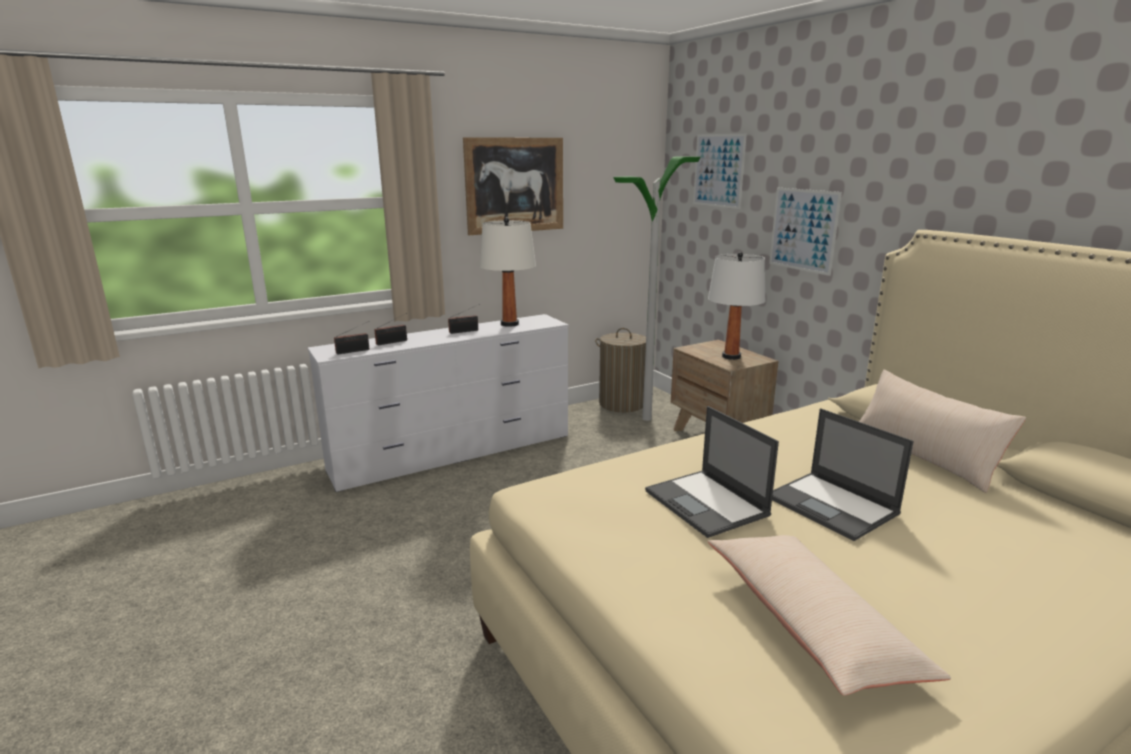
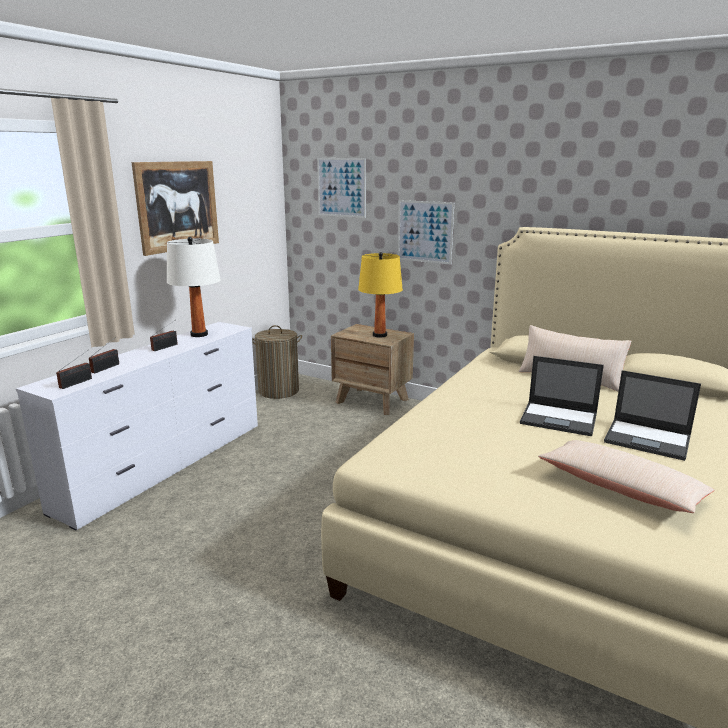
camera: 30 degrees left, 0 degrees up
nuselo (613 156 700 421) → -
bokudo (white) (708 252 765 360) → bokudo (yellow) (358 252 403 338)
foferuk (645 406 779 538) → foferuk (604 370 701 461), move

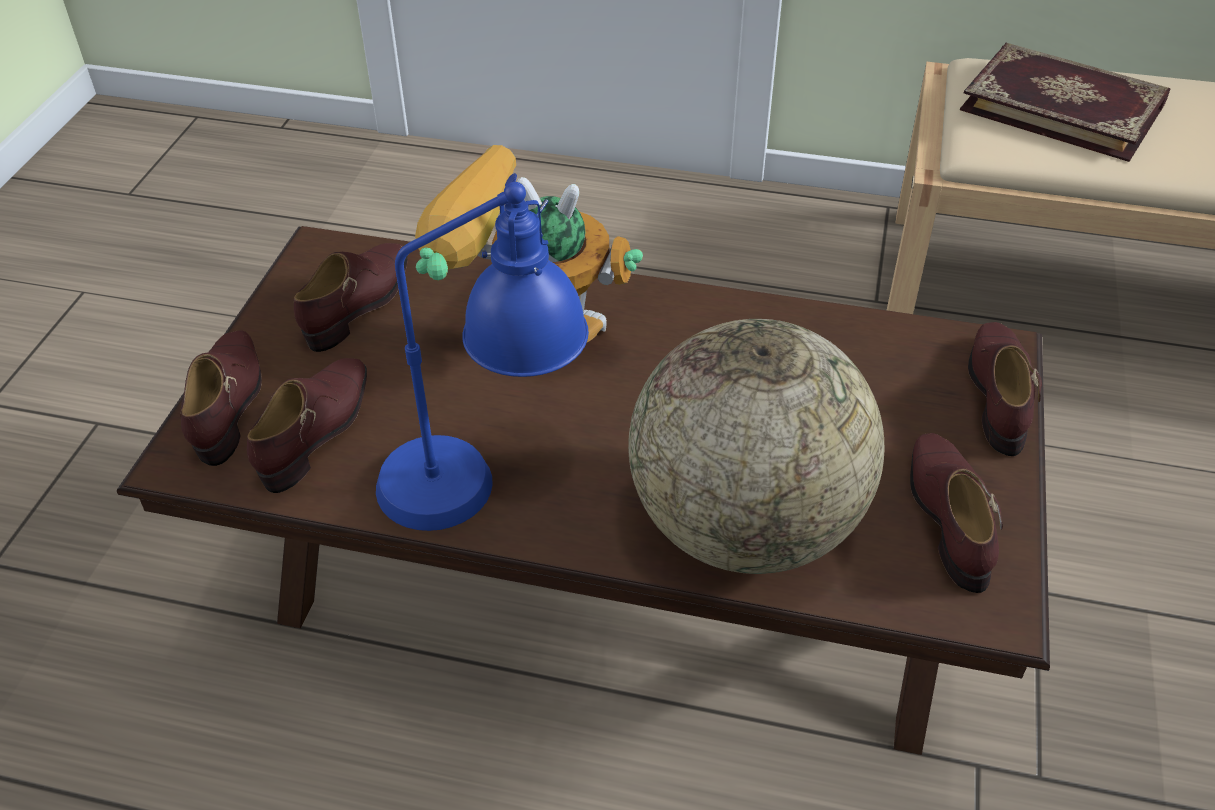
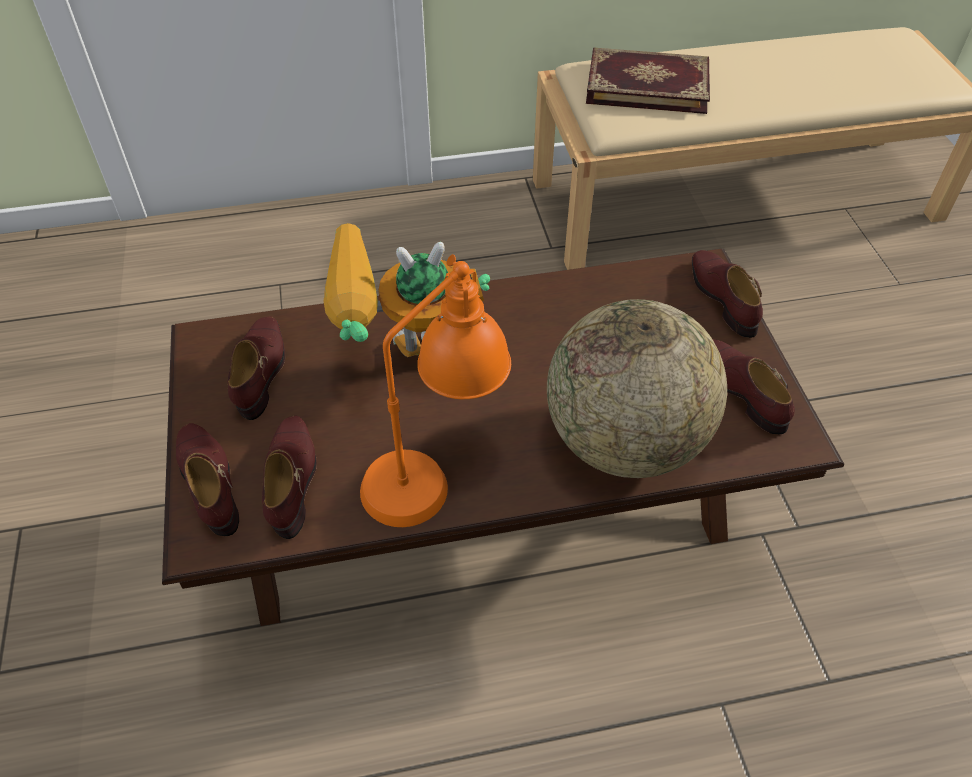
camera: 25 degrees left, 5 degrees up
bokudo (blue) (376 173 589 531) → bokudo (orange) (360 254 511 527)

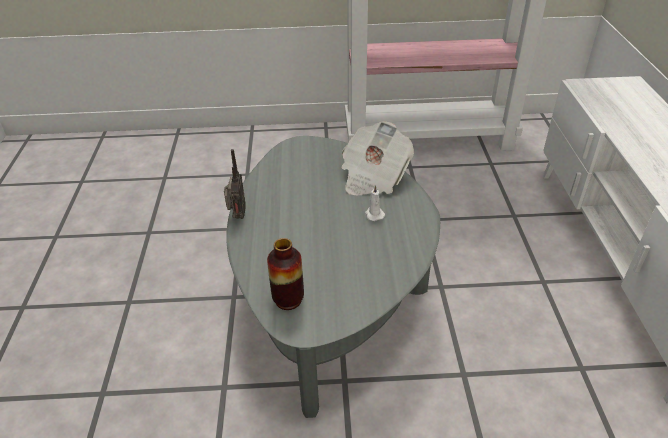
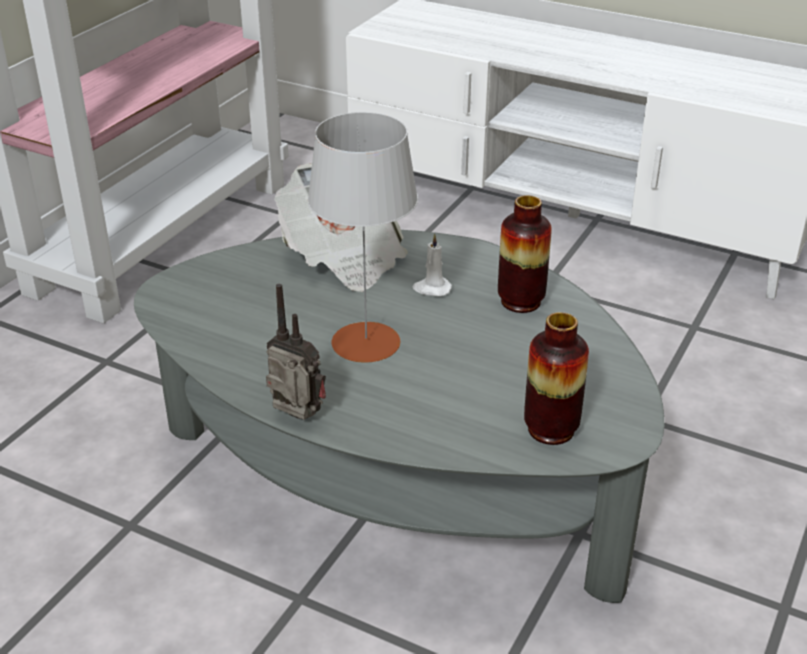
camera: 60 degrees left, 5 degrees down
- → bokudo (grey) (308 112 418 363)
- → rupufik (498 195 552 313)

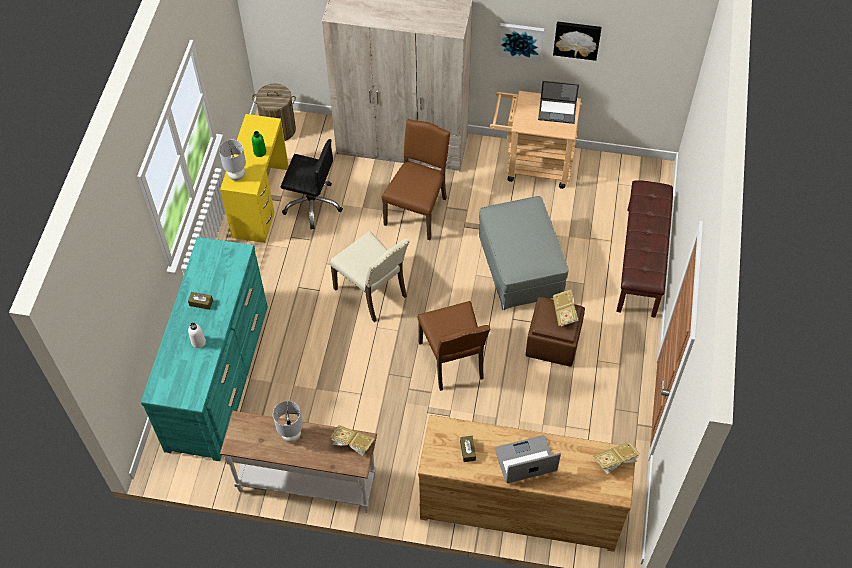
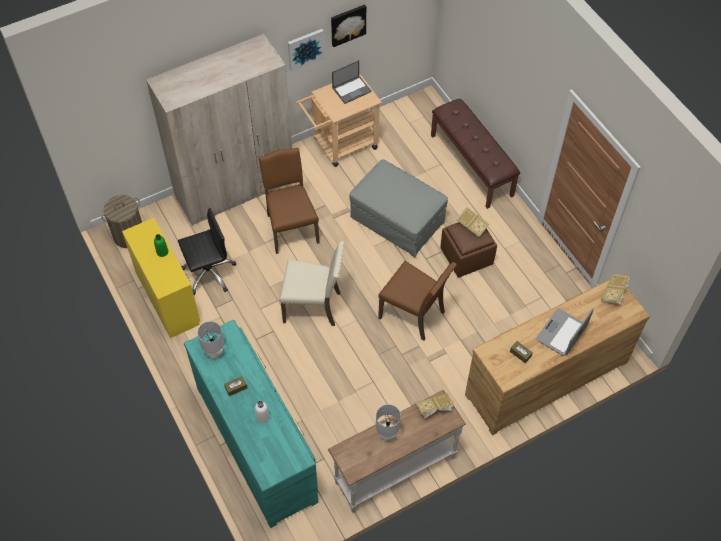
camera: 40 degrees left, 0 degrees up
bokudo (grey) (219 140 246 181) → bokudo (grey) (197 321 224 359), move

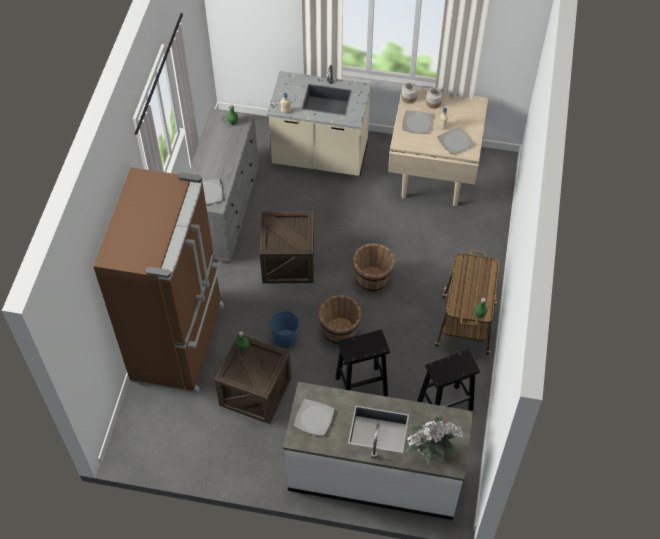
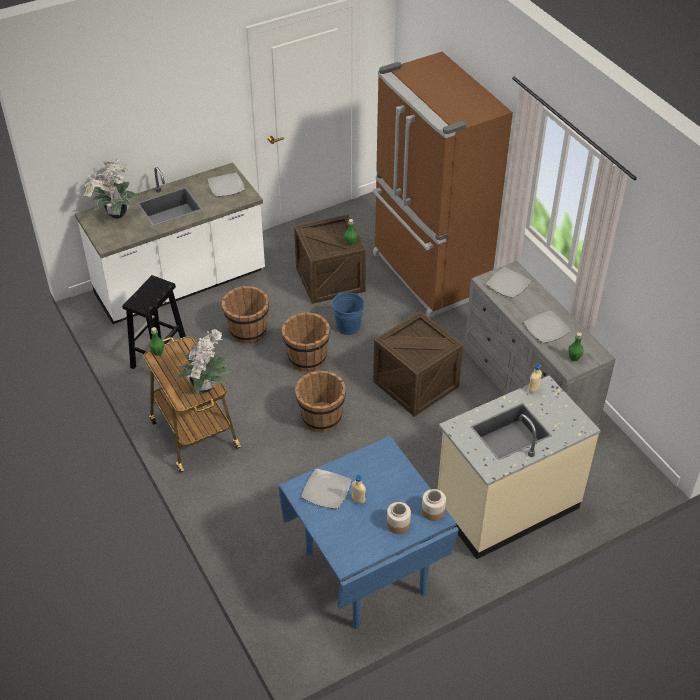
camera: 140 degrees right, 10 degrees down
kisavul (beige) (389 88 488 206) → kisavul (blue) (278 437 459 629)
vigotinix (402 110 432 134) → vigotinix (523 311 571 343), move
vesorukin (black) (335 330 390 396) → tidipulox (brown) (222 286 269 344)
- → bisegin (173 329 231 395)

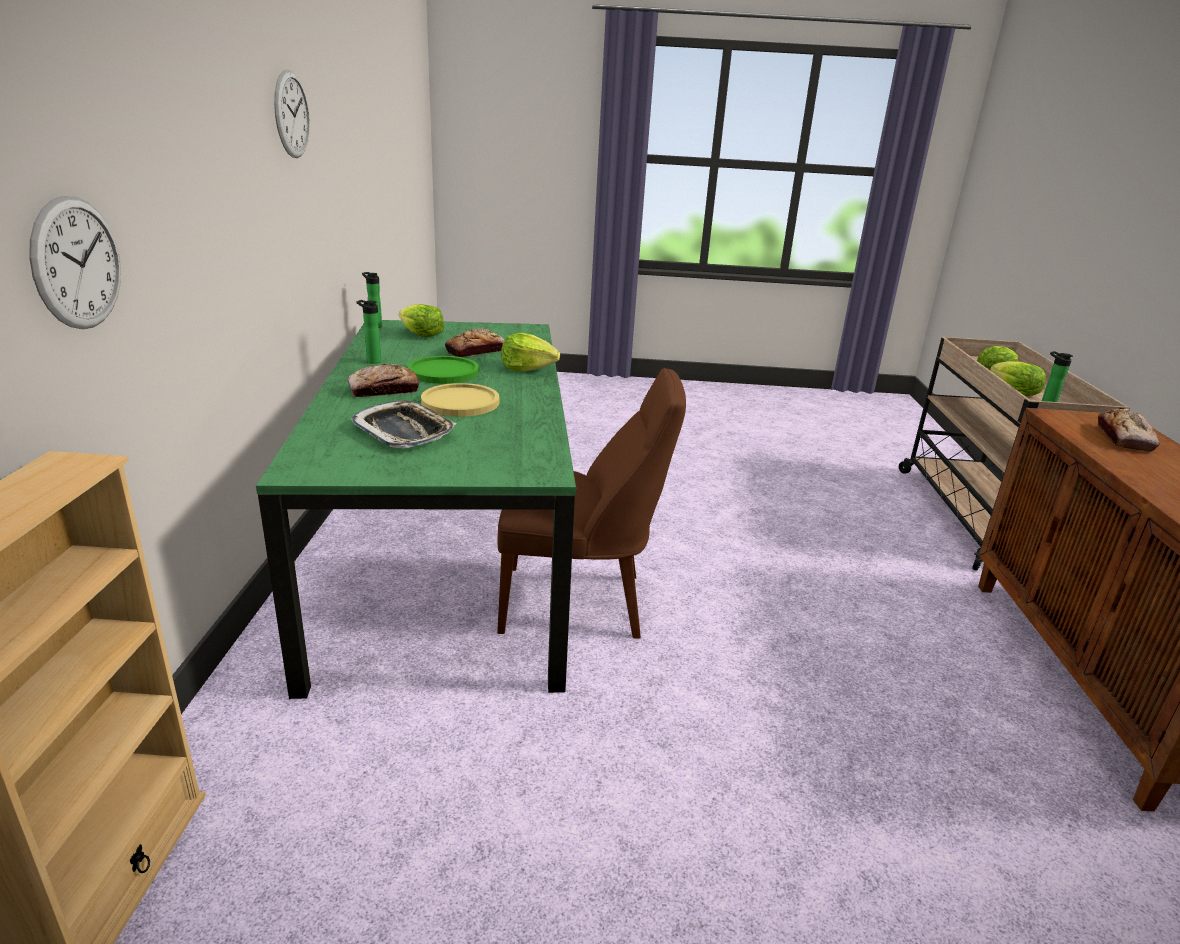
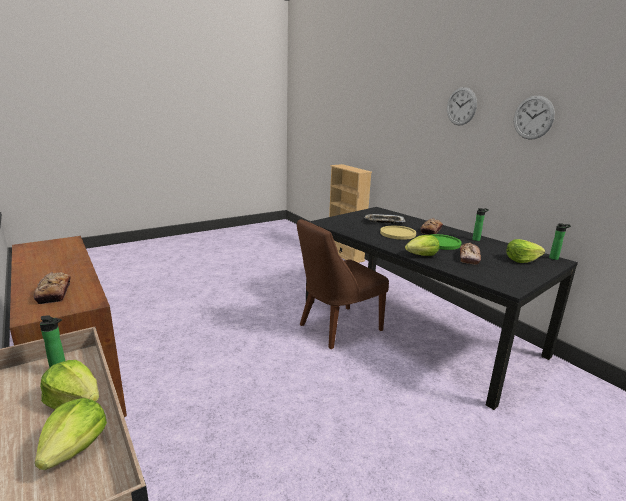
camera: 145 degrees right, 5 degrees down
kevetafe (29 196 121 329) → kevetafe (447 87 477 125), move
kisavul (green) (256 320 576 699) → kisavul (black) (306 207 578 410)

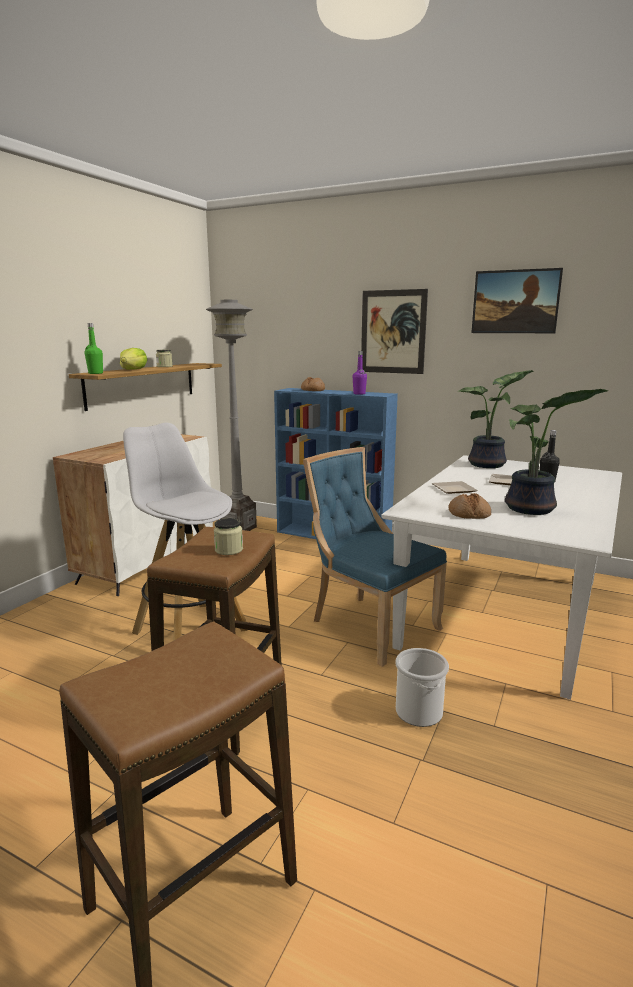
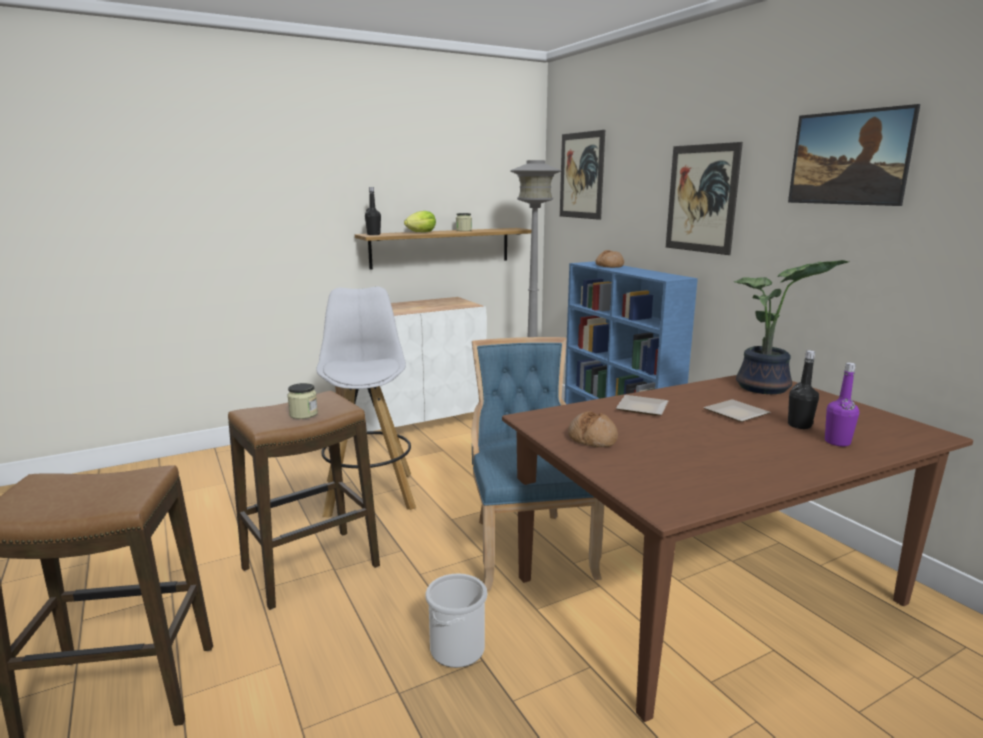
camera: 35 degrees right, 0 degrees up
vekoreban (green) (85 323 103 374) → vekoreban (black) (365 187 381 235)
vekoreban (purple) (353 351 367 395) → vekoreban (purple) (825 363 859 446), move
bisegin (505 389 609 515) → -
kisavul (white) (381 455 622 700) → kisavul (brown) (502 375 973 722)
- → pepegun (560 130 605 220)

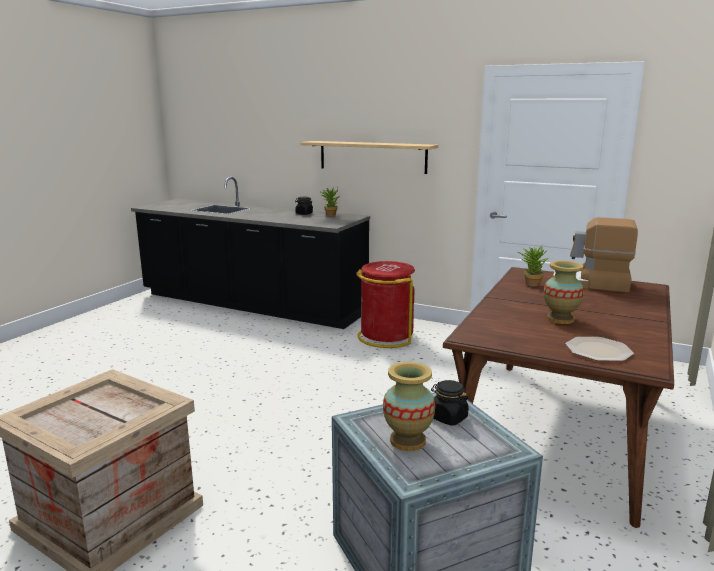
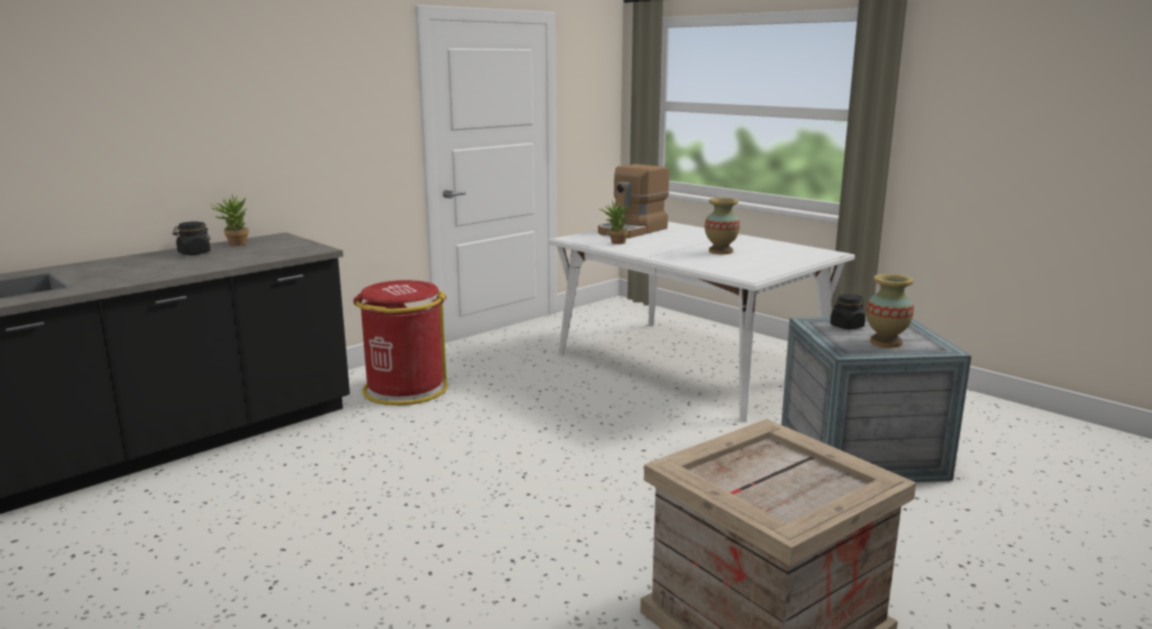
camera: 70 degrees left, 0 degrees up
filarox (300 141 439 174) → -
kisavul (brown) (443 267 674 528) → kisavul (white) (548 222 855 421)
vigotinix (566 337 634 361) → -

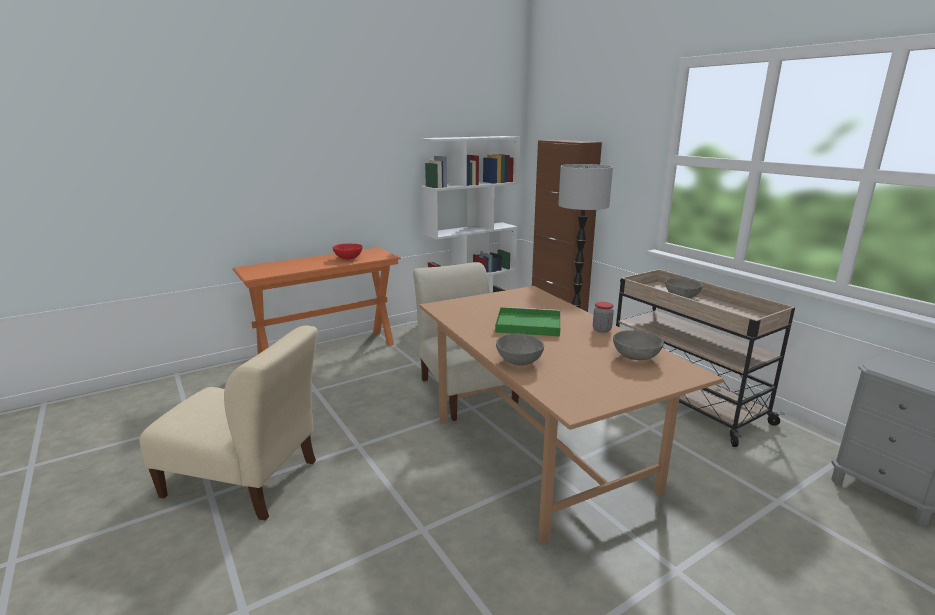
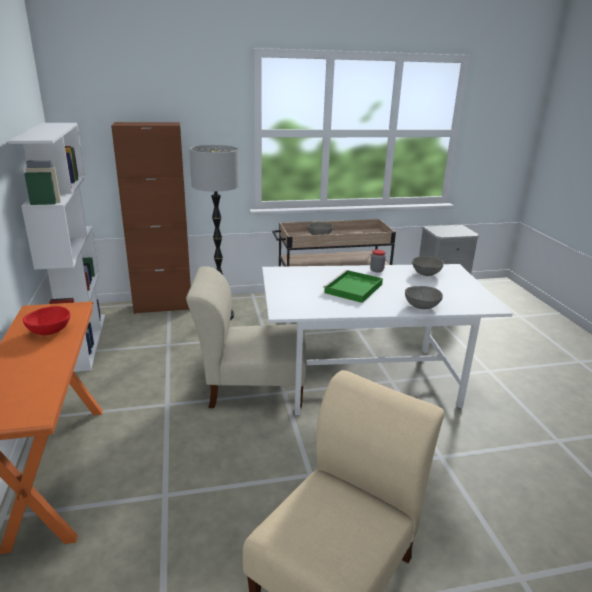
camera: 70 degrees left, 5 degrees up
kisavul (brown) (419 286 723 543) → kisavul (white) (262 264 513 415)

